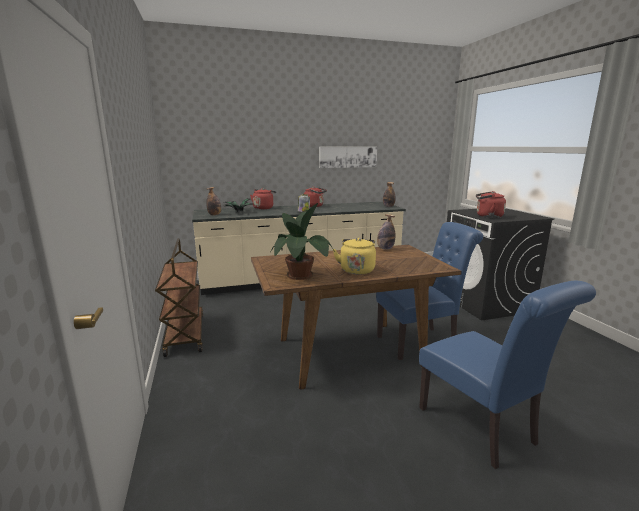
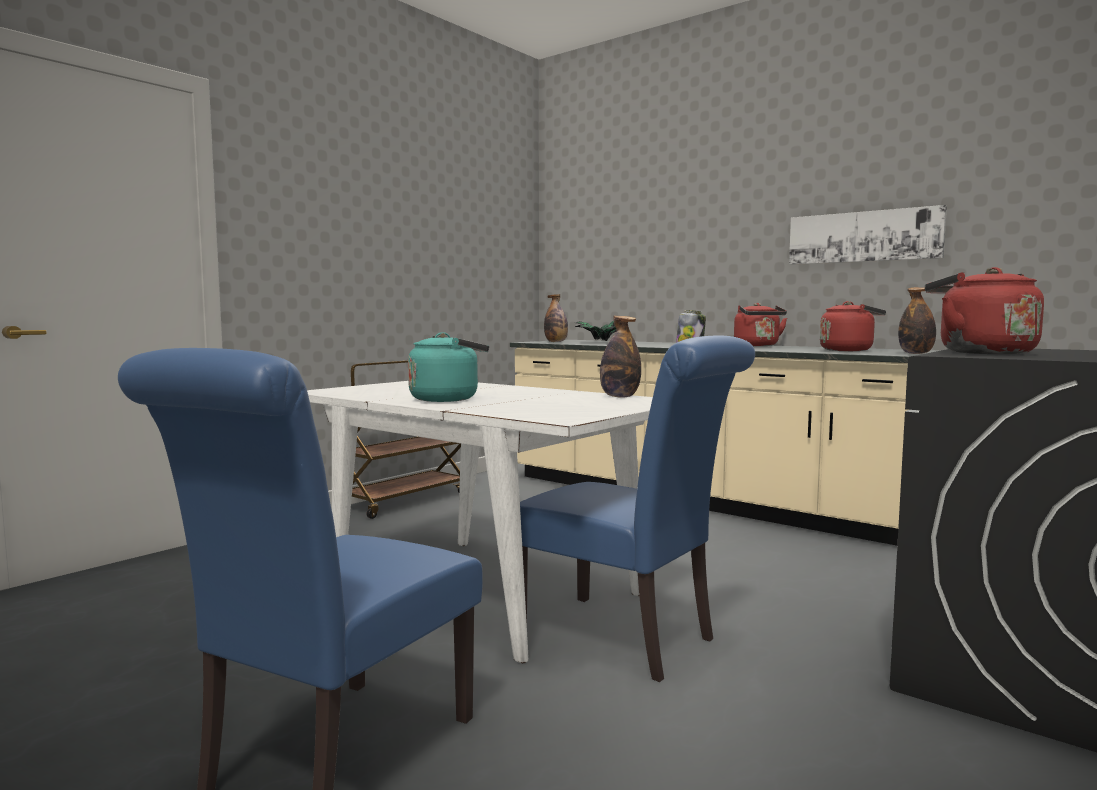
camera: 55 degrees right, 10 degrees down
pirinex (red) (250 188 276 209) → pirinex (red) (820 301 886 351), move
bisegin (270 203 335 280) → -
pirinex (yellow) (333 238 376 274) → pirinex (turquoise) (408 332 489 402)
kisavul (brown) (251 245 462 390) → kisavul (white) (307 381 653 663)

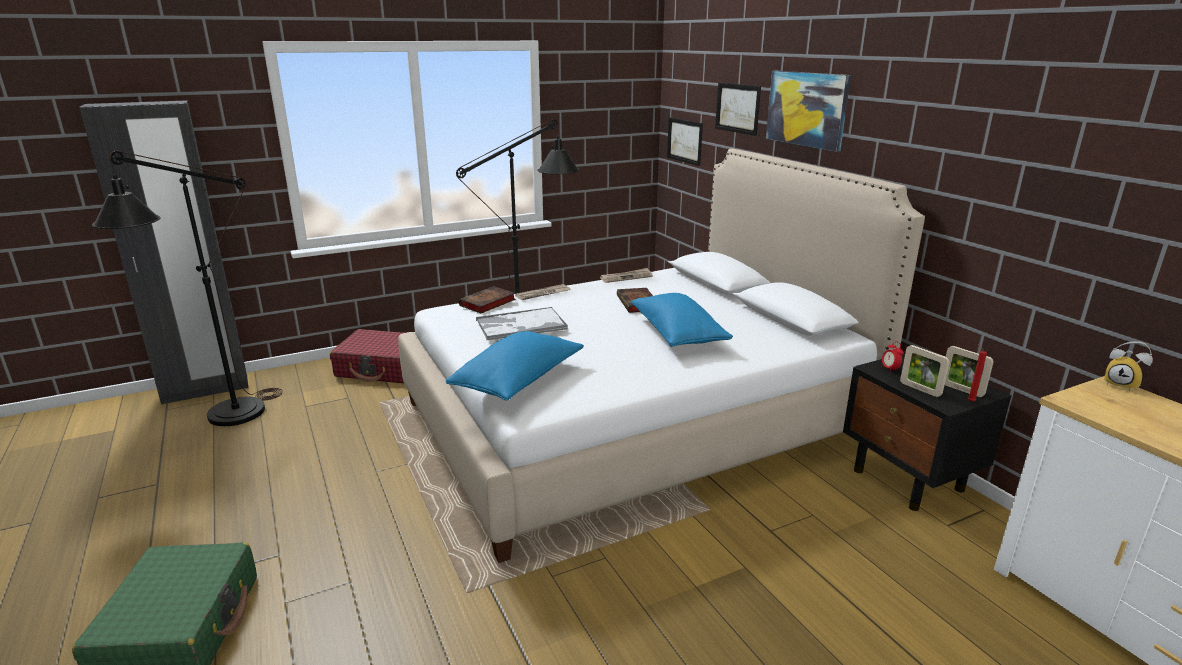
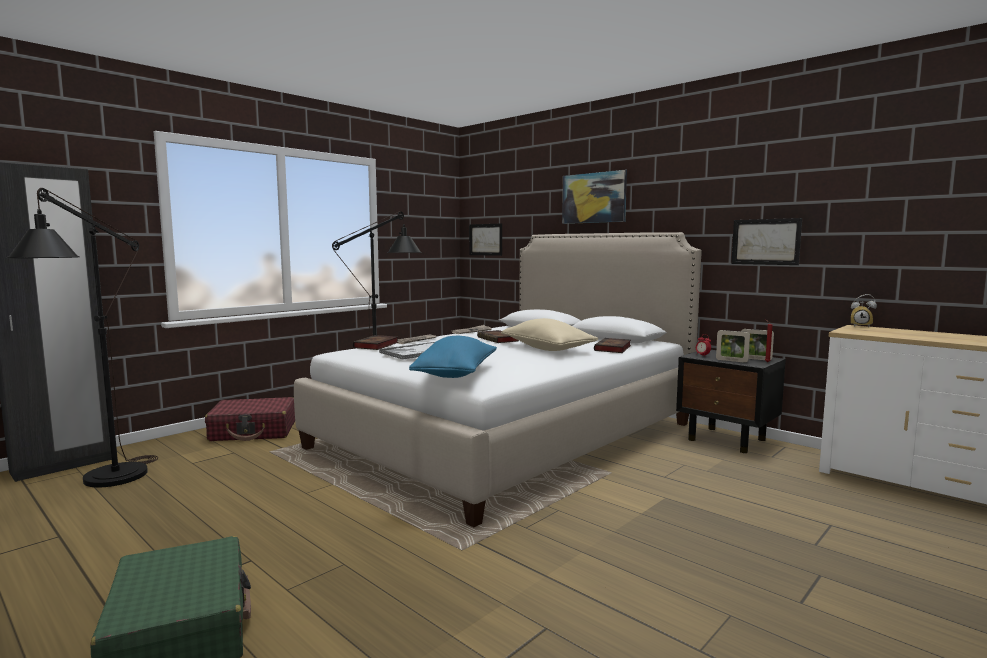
camera: 20 degrees left, 15 degrees down
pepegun (715 82 761 136) → pepegun (731 218 802 265), move
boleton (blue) (631 293 733 347) → boleton (beige) (501 318 598 351)
- → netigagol (594 338 631 353)

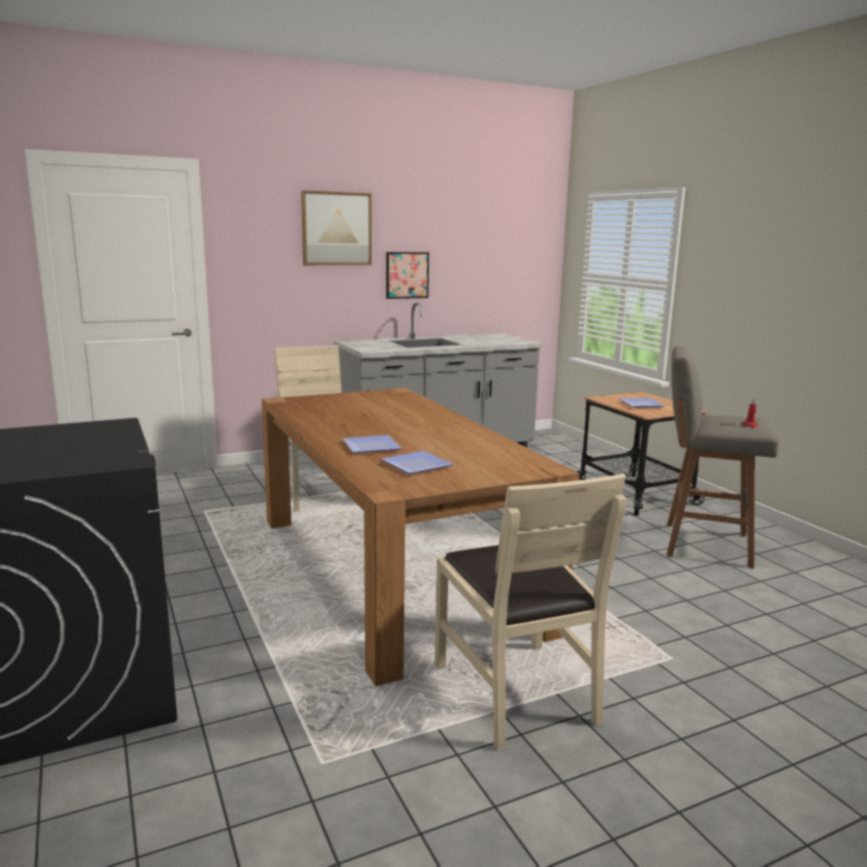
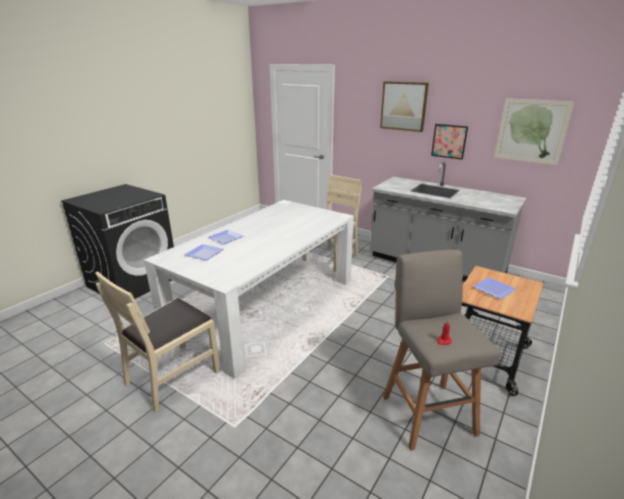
camera: 60 degrees right, 10 degrees up
kisavul (brown) (262 388 580 686) → kisavul (white) (144 200 354 379)
- → pepegun (494 98 575 165)

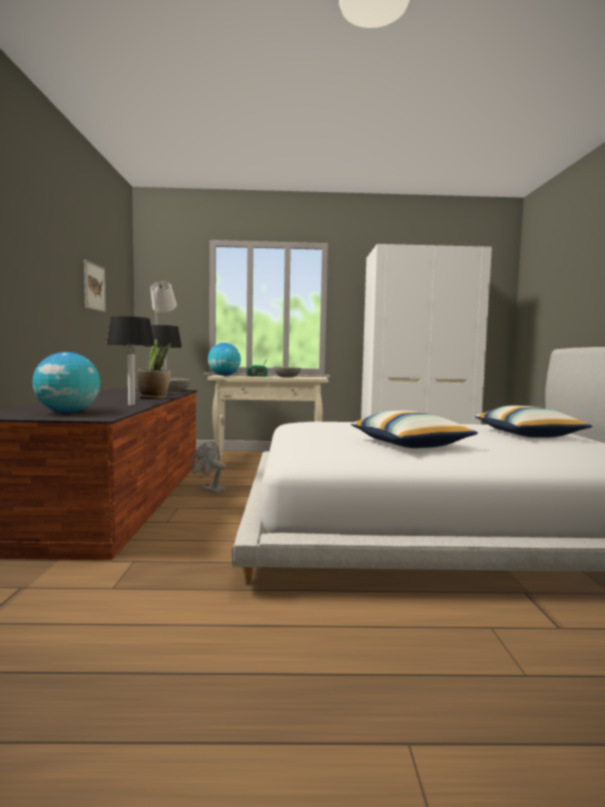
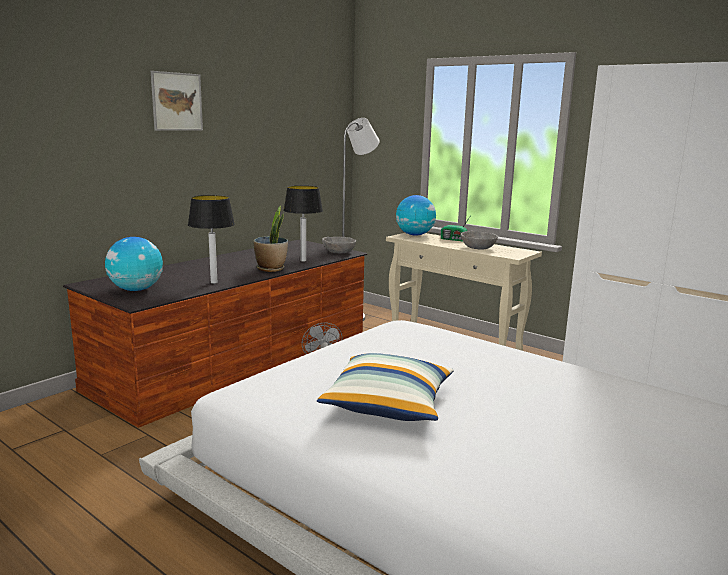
camera: 40 degrees right, 10 degrees up
pepegun (84 260 106 312) → pepegun (151 71 203 131), move
boleton (475 406 592 438) → -

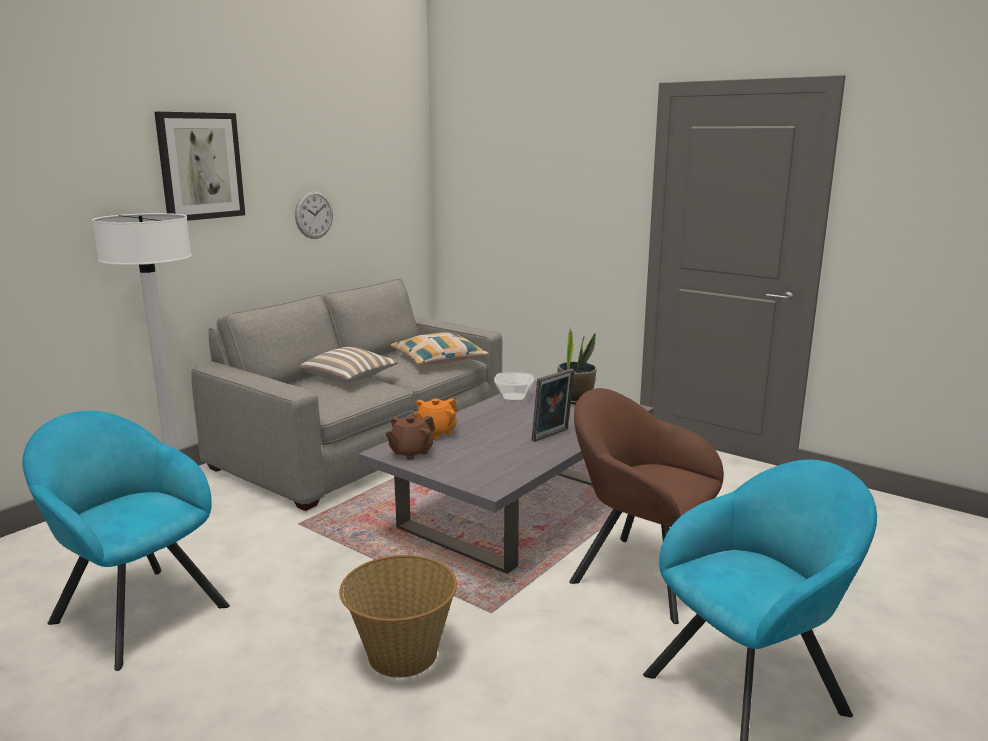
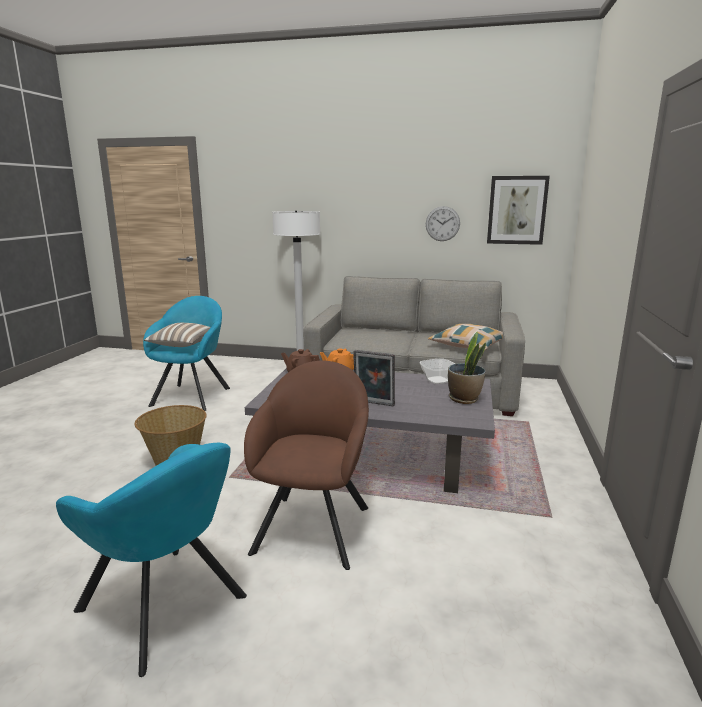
camera: 65 degrees right, 0 degrees up
pepegun (154 112 245 221) → pepegun (487 176 550 245), move
boleton (300 347 399 382) → boleton (144 323 211 347), move

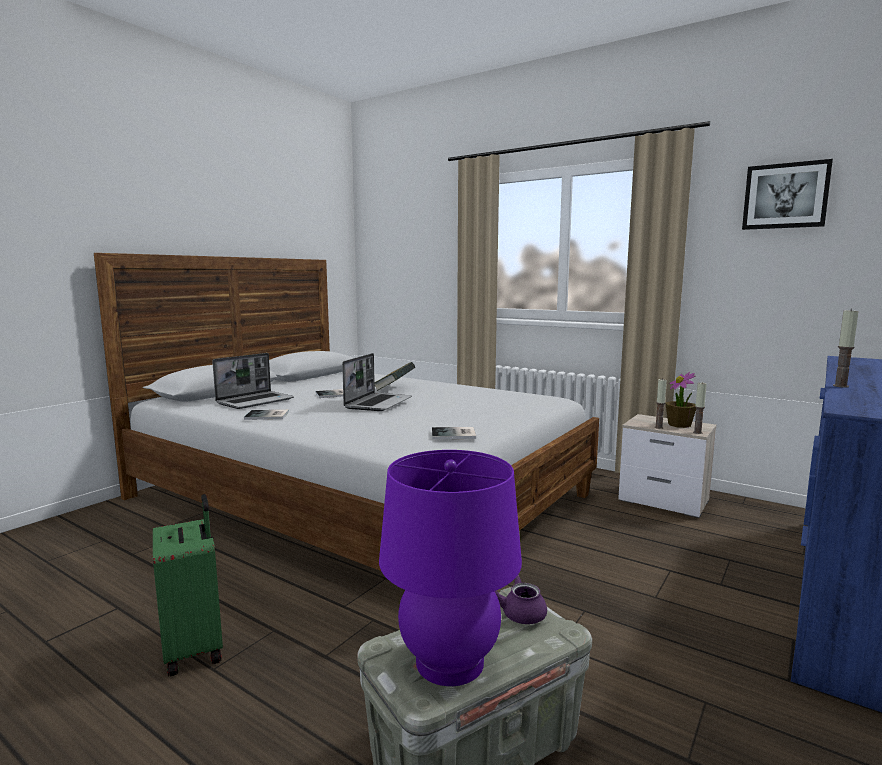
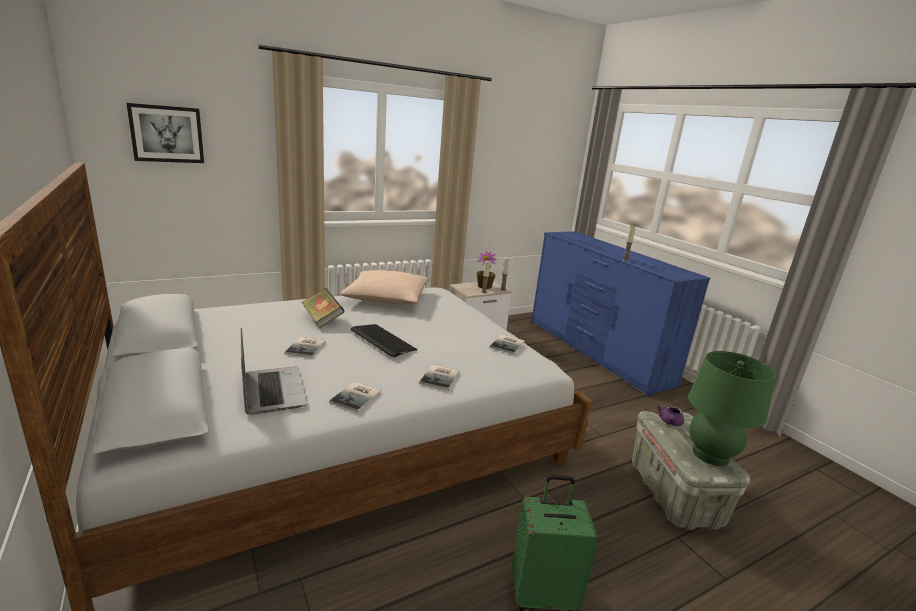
camera: 65 degrees left, 10 degrees up
pepegun (742 159 833 230) → pepegun (127 103 204 163), move
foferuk (342 353 412 411) → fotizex (350 324 418 358)
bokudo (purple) (379 450 522 686) → bokudo (green) (688 351 776 466)
- → boleton (beige) (340 270 429 305)
- → netigagol (419 365 459 390)

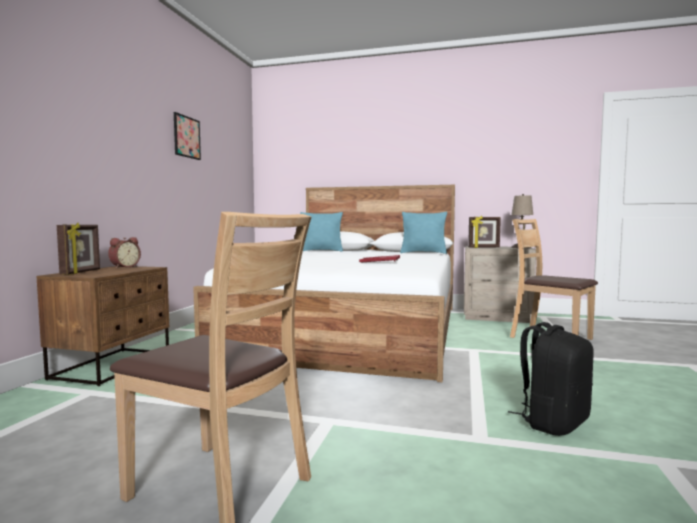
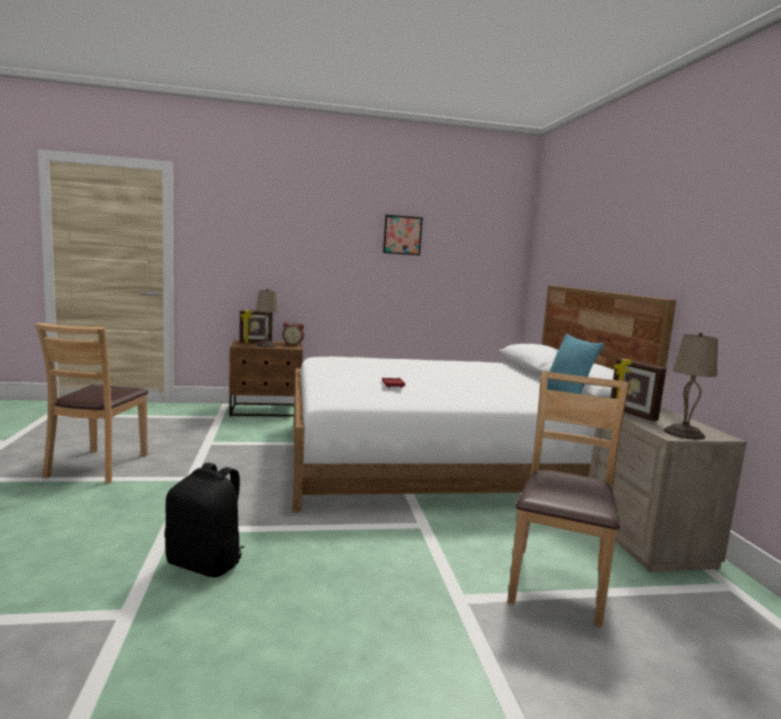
camera: 65 degrees right, 5 degrees up
boleton (turquoise) (300 212 343 252) → -
- → bokudo (beige) (256 289 278 348)

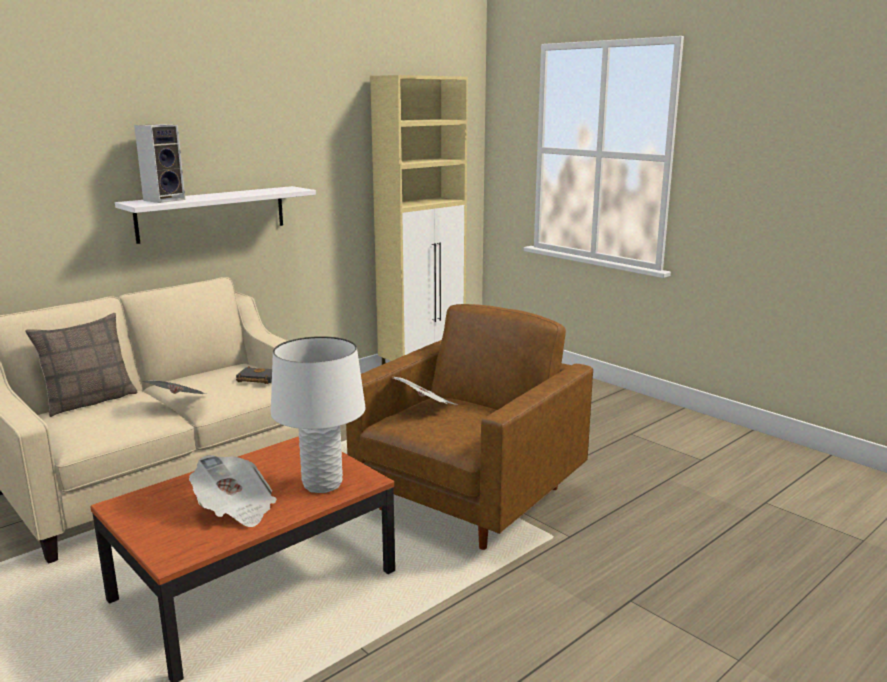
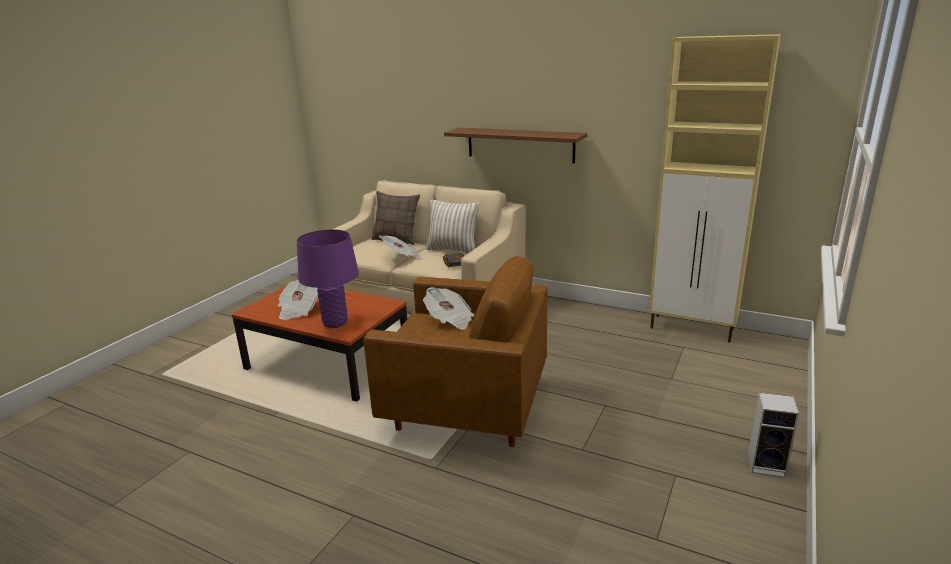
camera: 70 degrees right, 5 degrees up
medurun (134 124 185 203) → medurun (748 393 799 478), move
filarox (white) (115 186 316 244) → filarox (brown) (444 127 587 163)
bokudo (white) (271 336 366 493) → bokudo (purple) (297 229 359 328)
- → boleton (426 199 479 253)

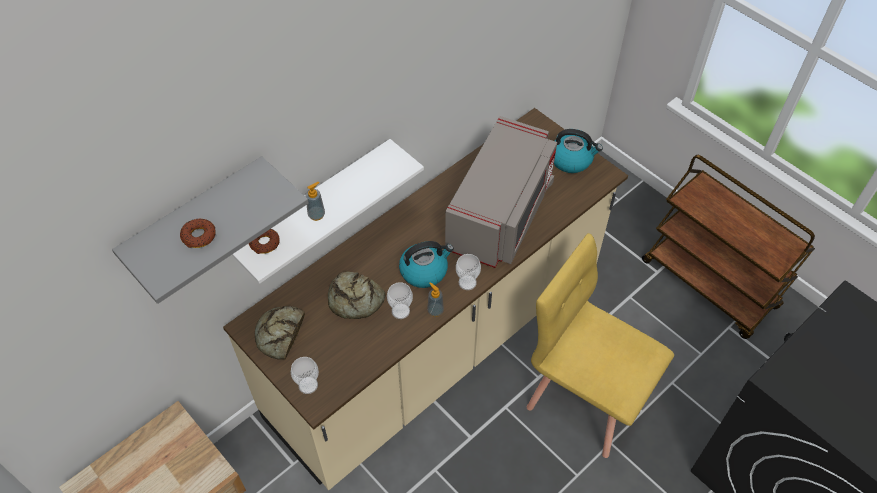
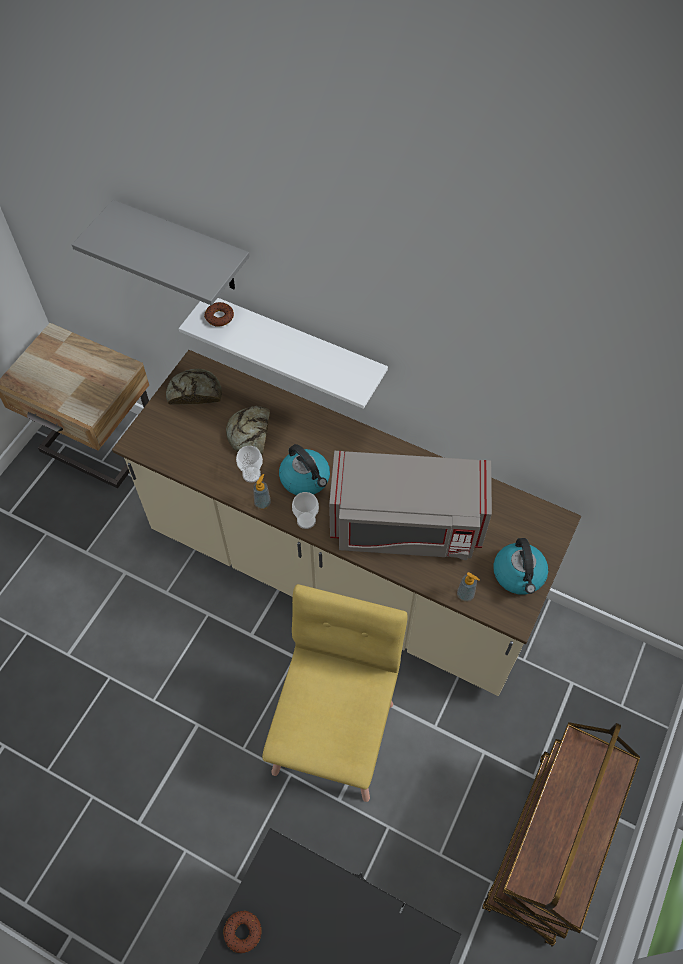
camera: 70 degrees right, 5 degrees up
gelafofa (306 182 325 221) → gelafofa (457 572 480 602), move
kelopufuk (180 219 216 248) → kelopufuk (223 911 261 953), move
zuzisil (291 357 319 394) → -

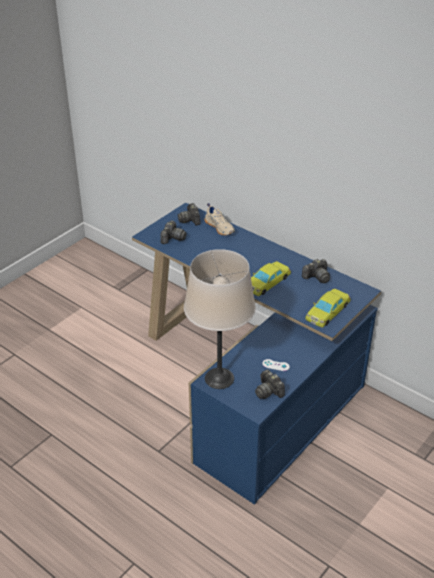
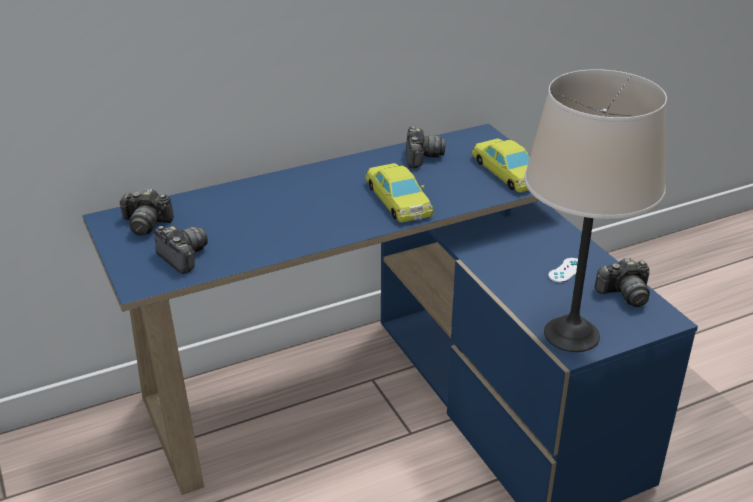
camera: 65 degrees left, 5 degrees down
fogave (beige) (204 203 235 236) → -

